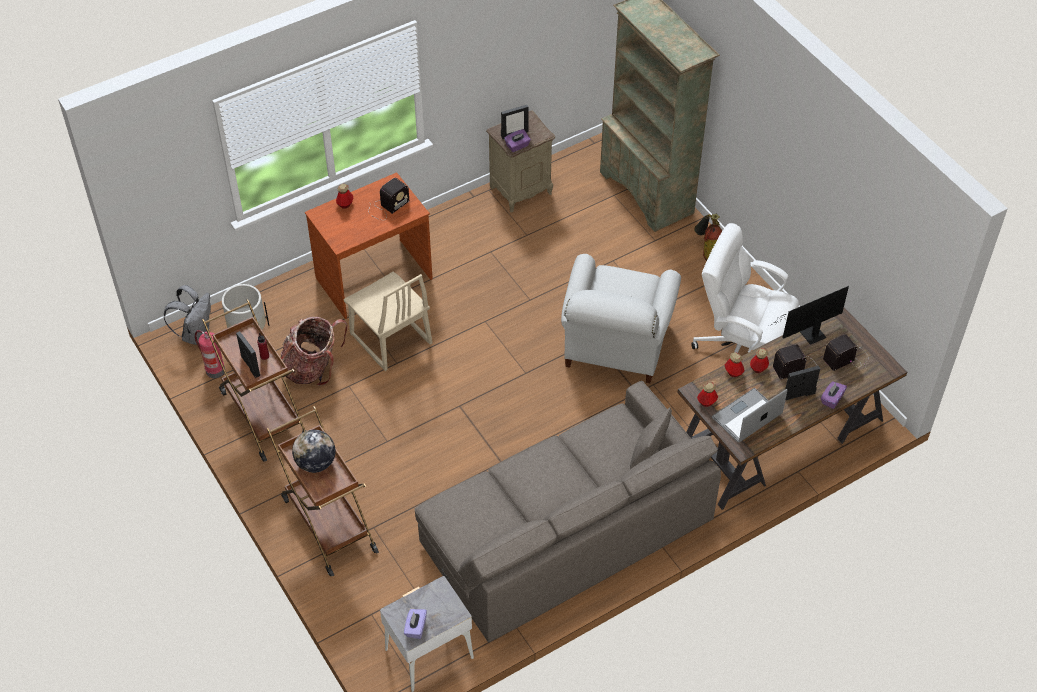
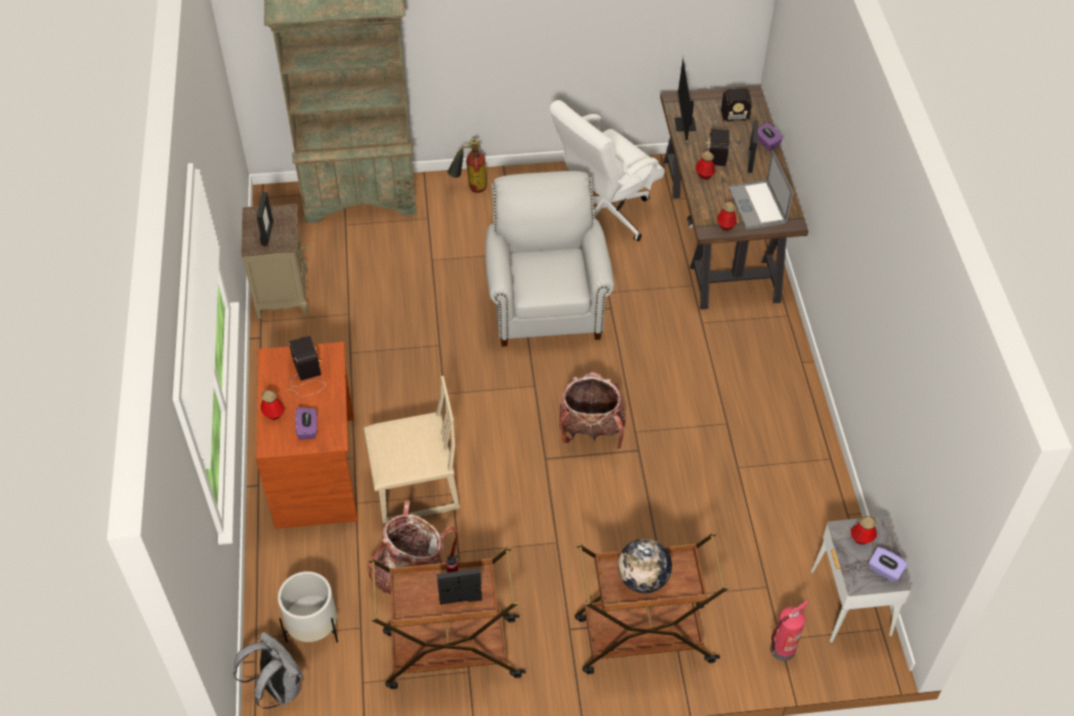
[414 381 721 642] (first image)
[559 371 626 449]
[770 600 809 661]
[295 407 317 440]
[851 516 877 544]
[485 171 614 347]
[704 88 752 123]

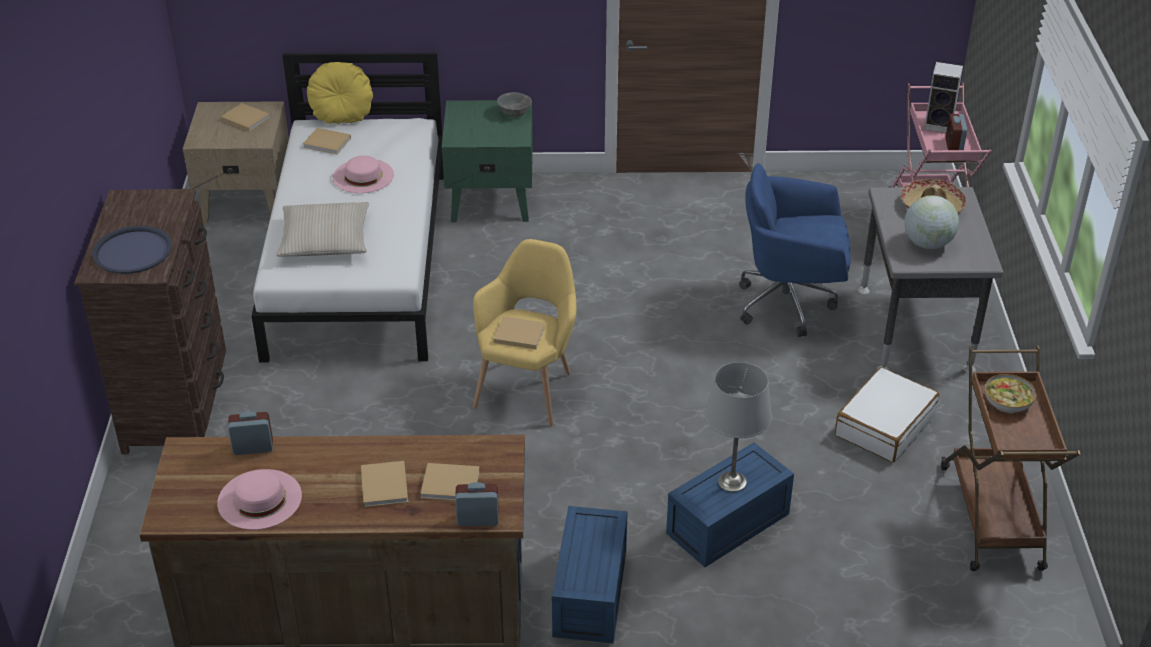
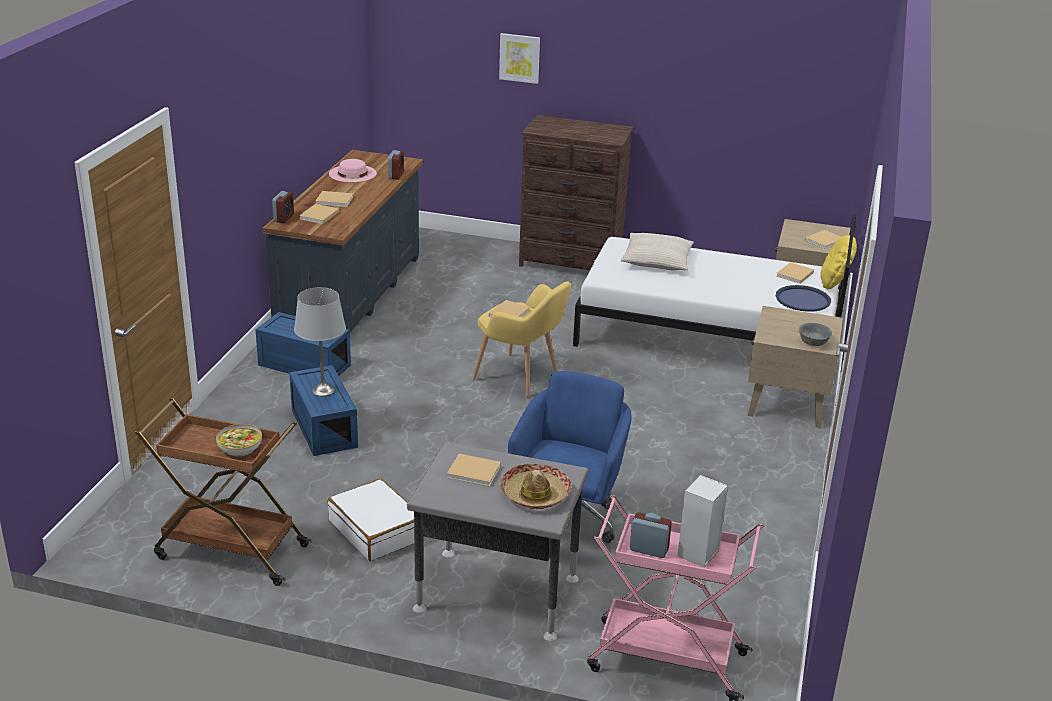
[333 156 394 193] (first image)
[499 33 540 84]
[776 285 831 312]
[447 454 501 487]
[747 306 843 428]

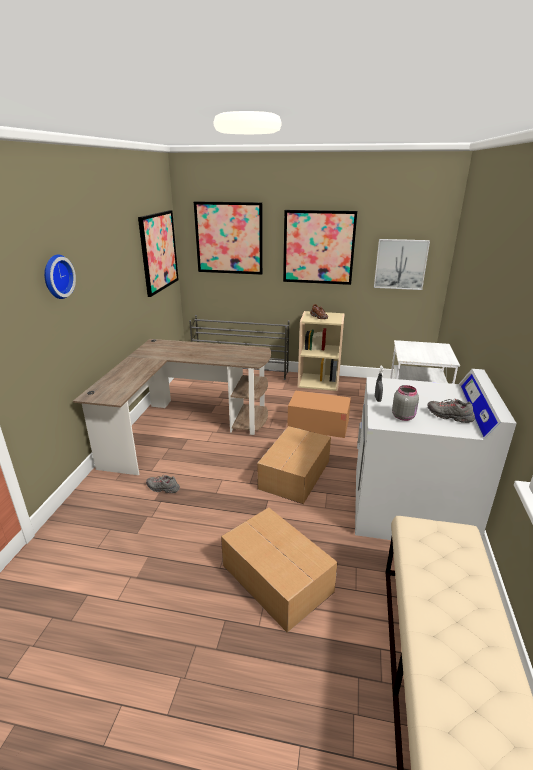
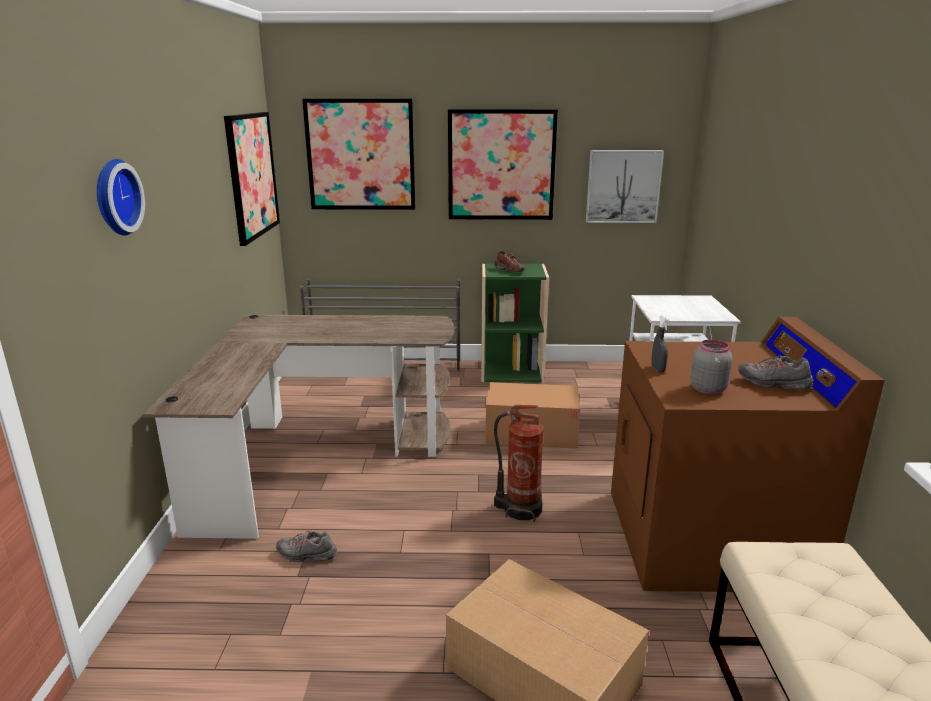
[494 405 544 522]
[481 263 549 383]
[611 317 885 592]

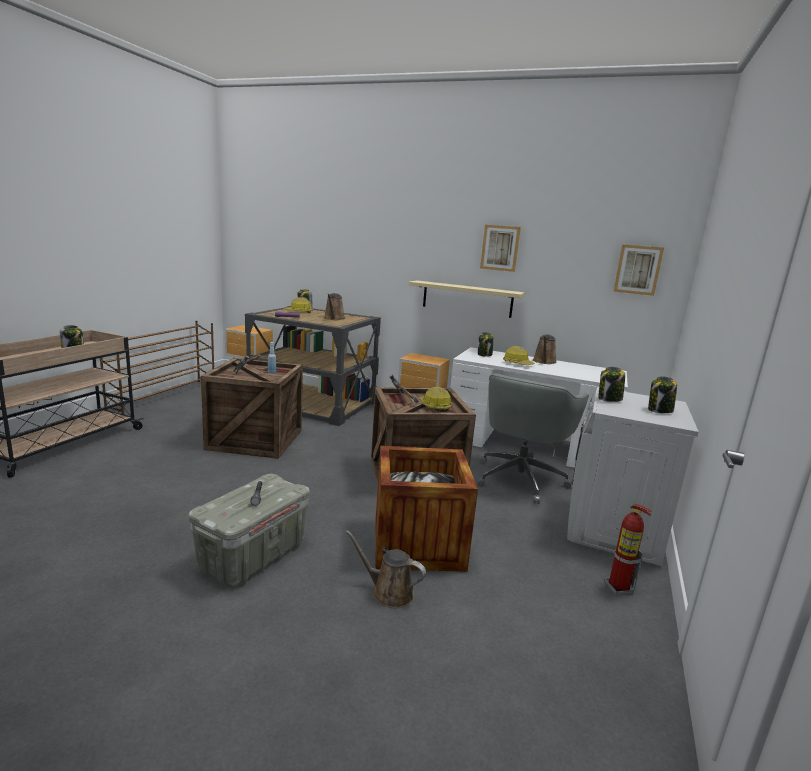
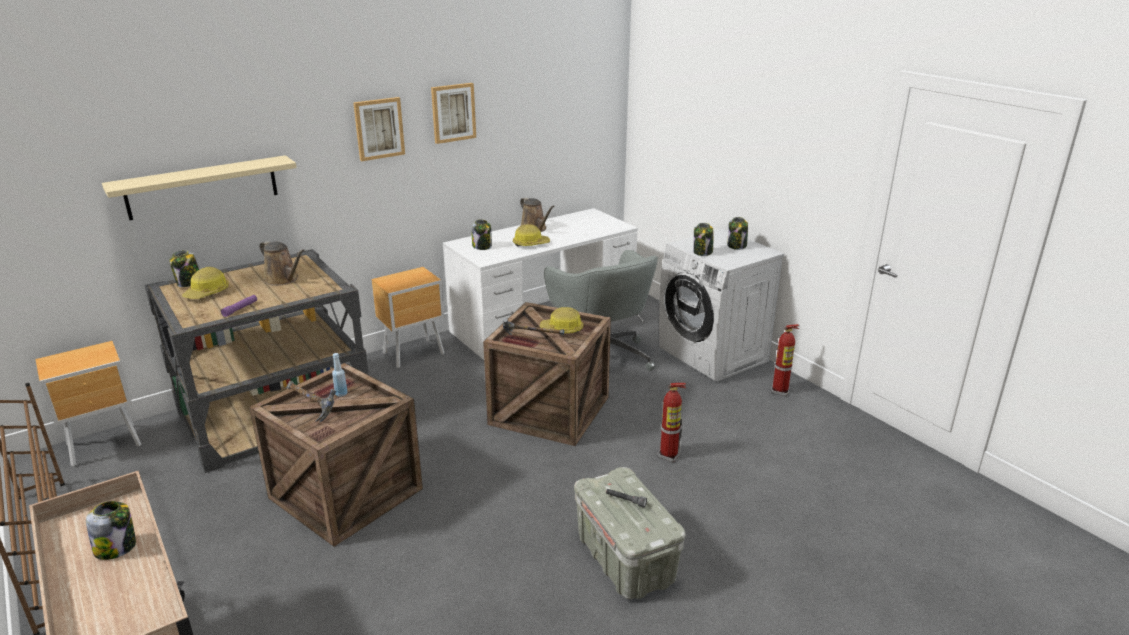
[346 530 426 608] (first image)
[102 155 297 220]
[353 97 405 161]
[657 383 686 462]

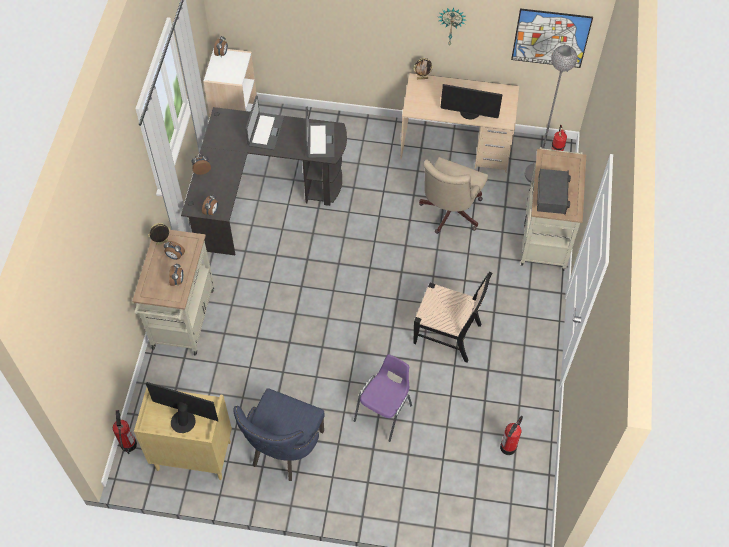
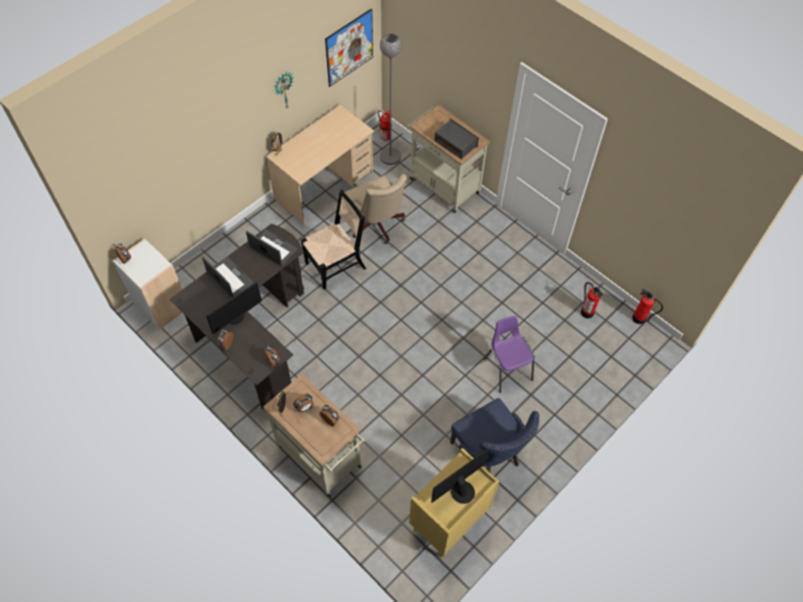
[632 289 663 324]
[301 190 366 290]
[206 281 262 334]

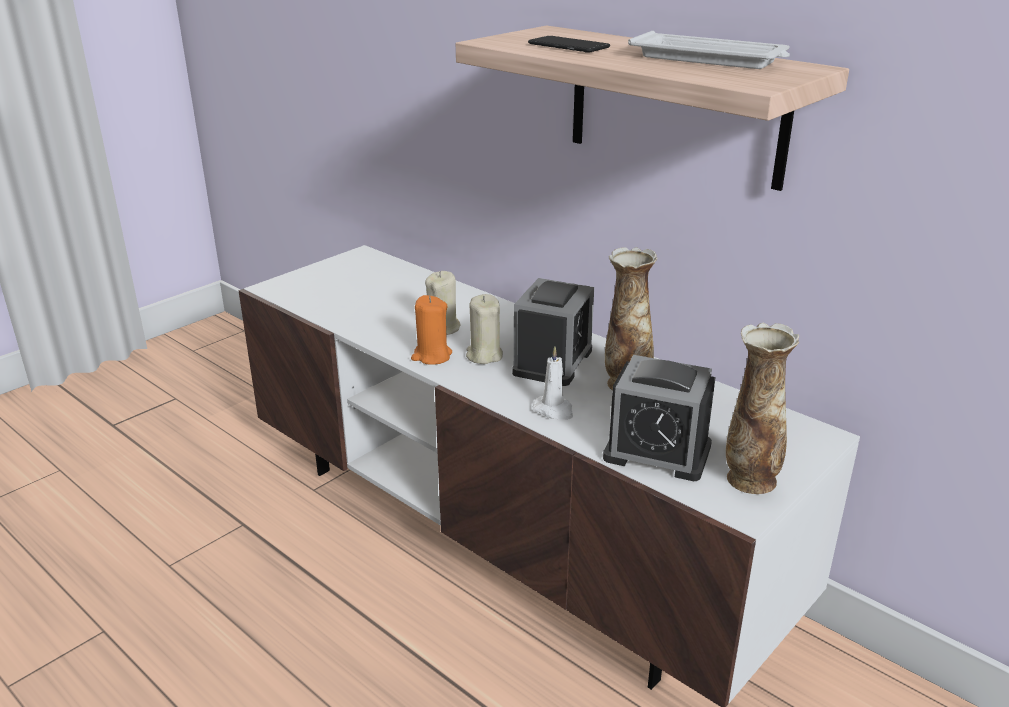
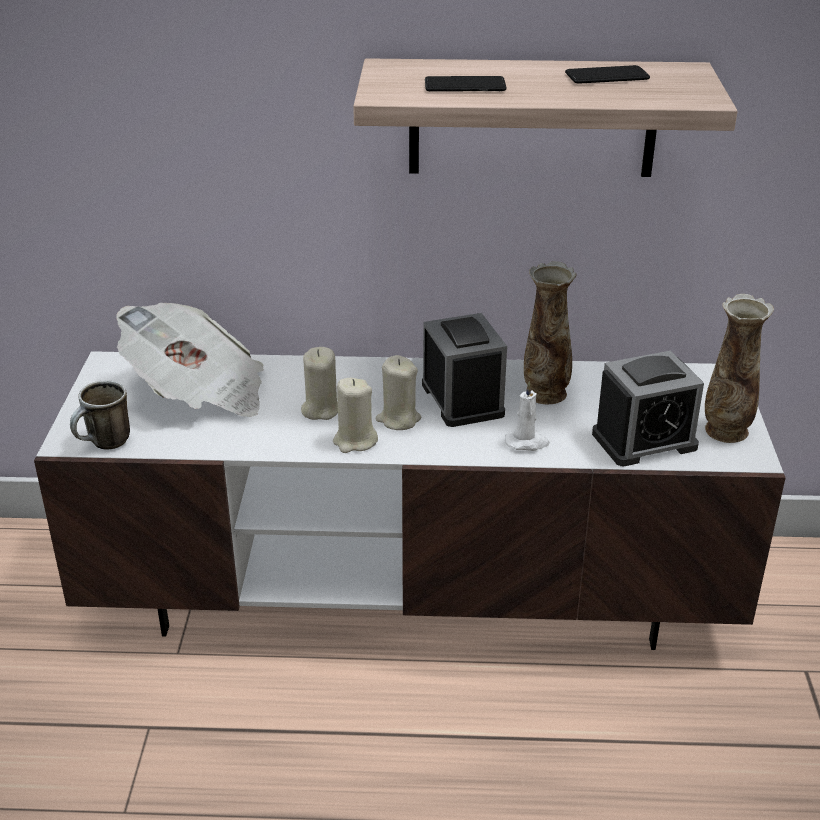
[70 380 130 449]
[116 303 264 417]
[565 65 650 84]
[333 378 378 453]

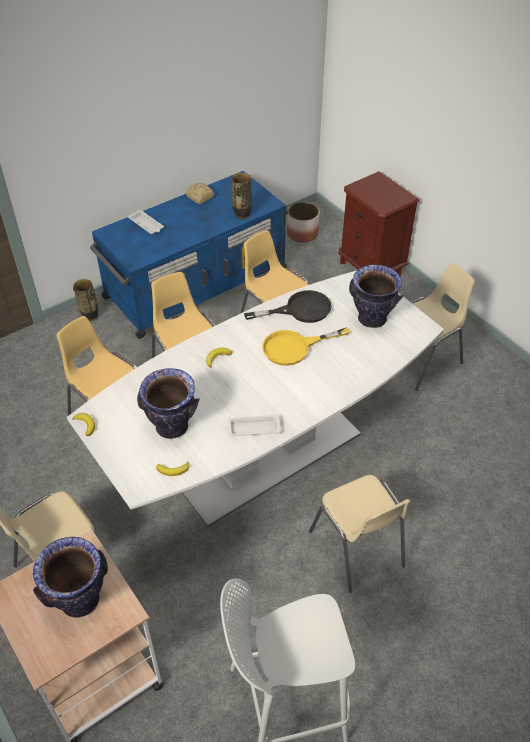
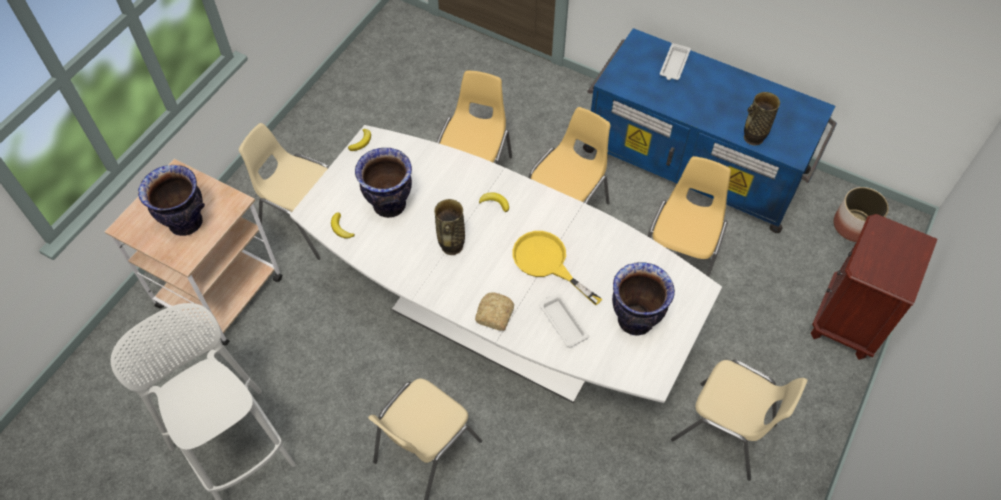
[244 290 332 323] (first image)
[434 199 465 255]
[475 293 514 331]
[539 293 589 348]

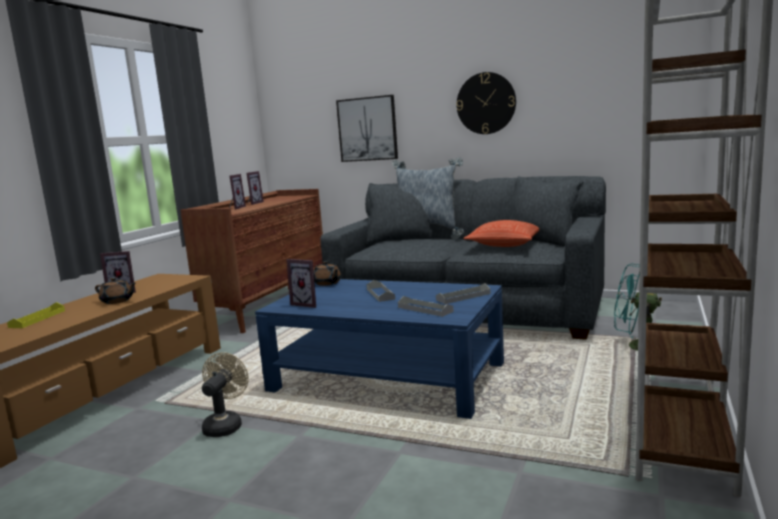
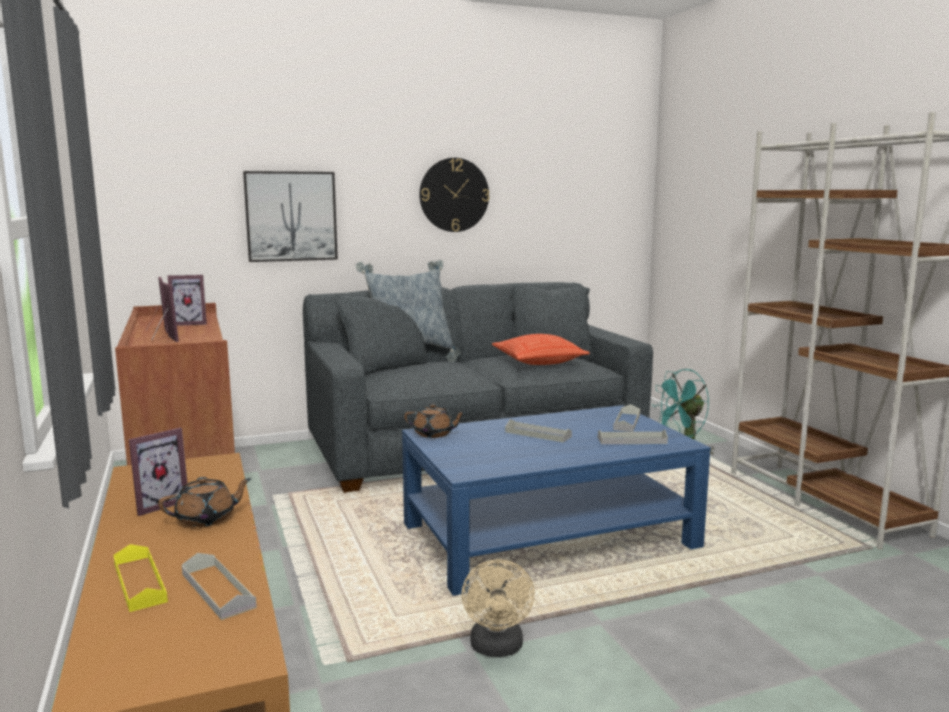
[182 553 257 620]
[168 275 207 326]
[461 559 535 657]

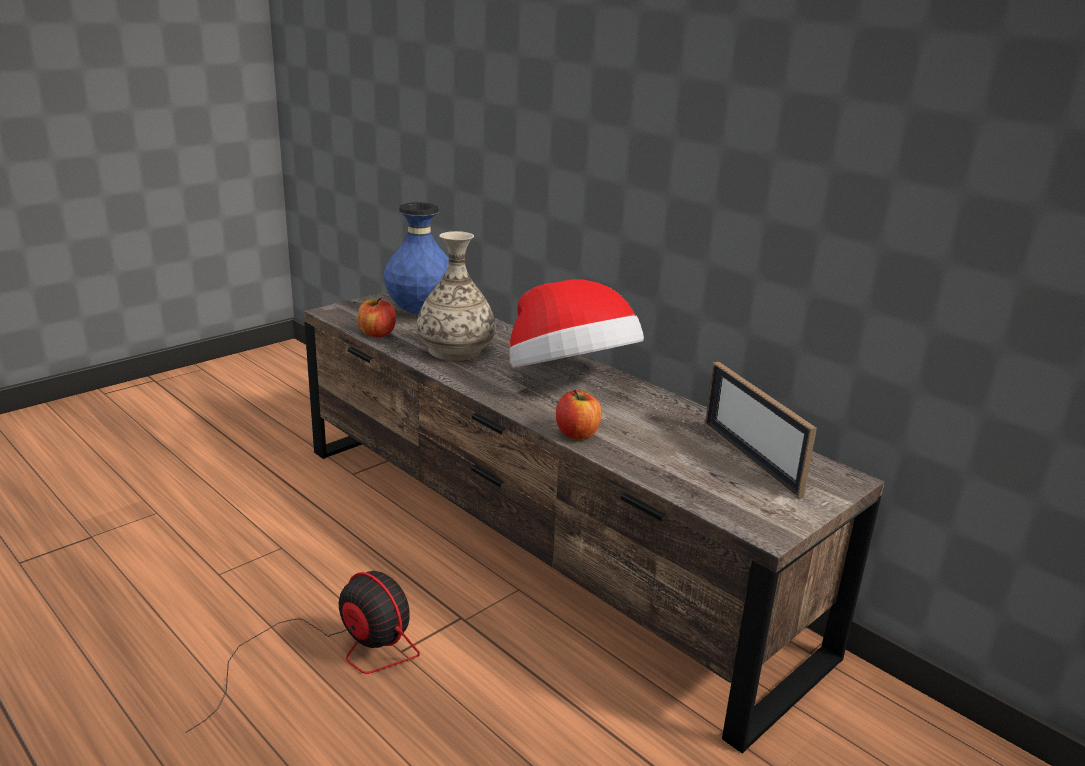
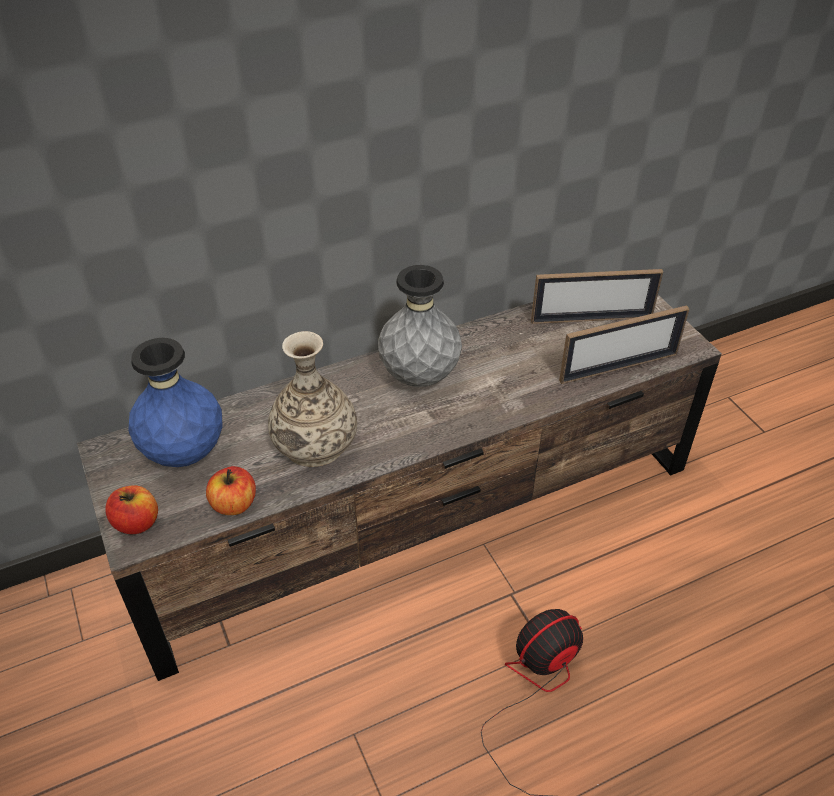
[559 305 690 384]
[105 485 158 534]
[378 265 462 387]

